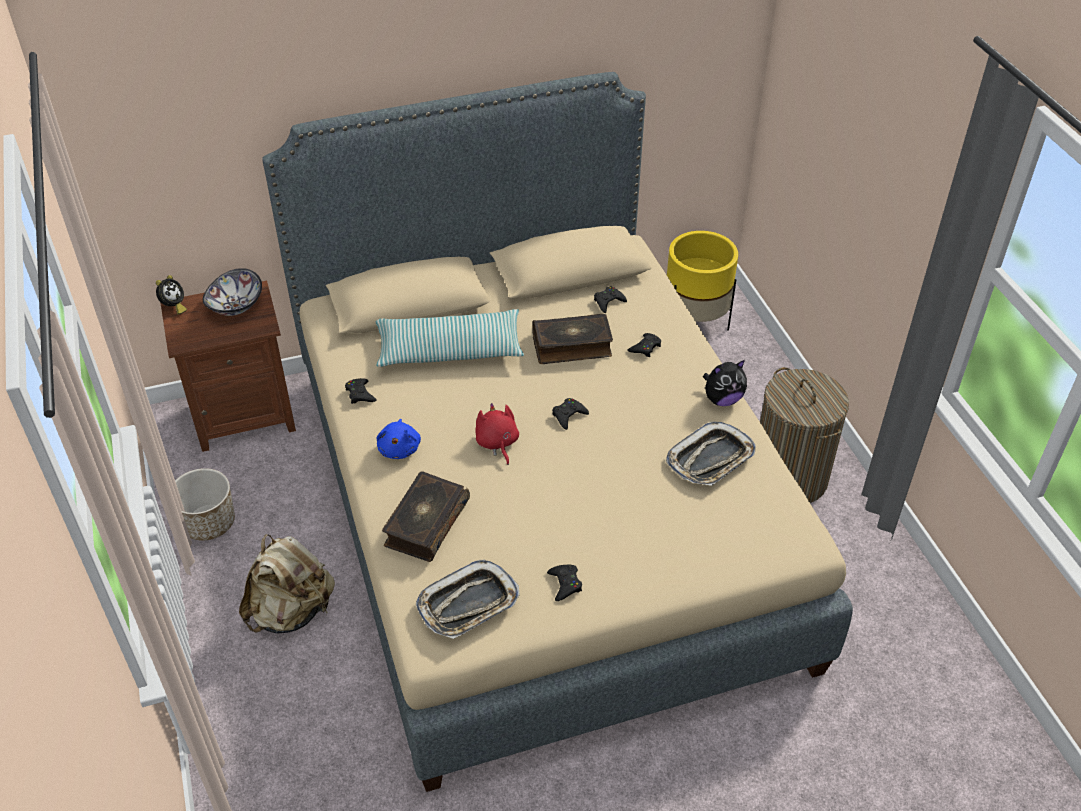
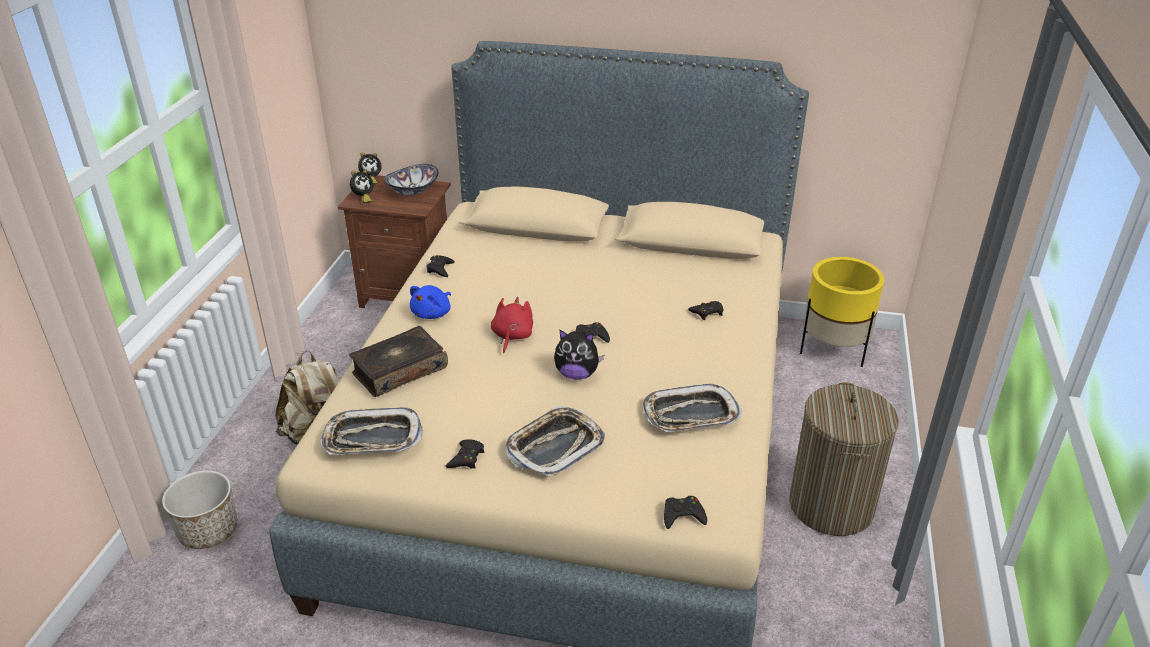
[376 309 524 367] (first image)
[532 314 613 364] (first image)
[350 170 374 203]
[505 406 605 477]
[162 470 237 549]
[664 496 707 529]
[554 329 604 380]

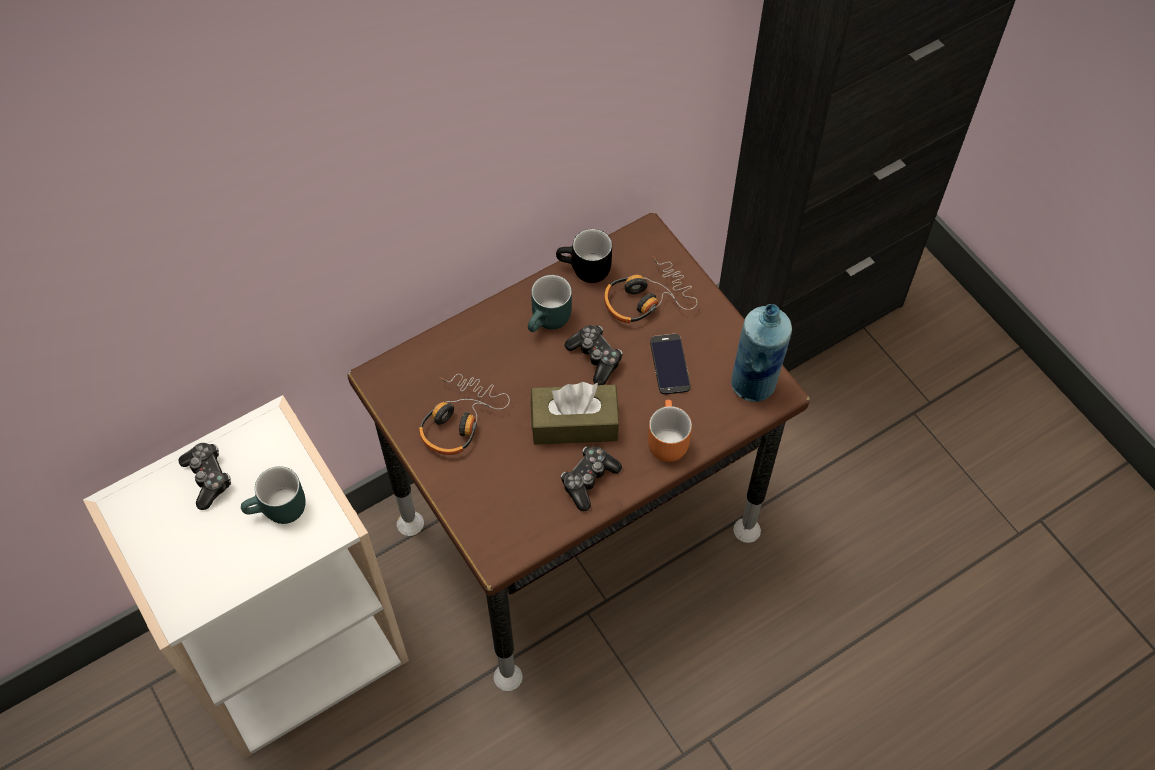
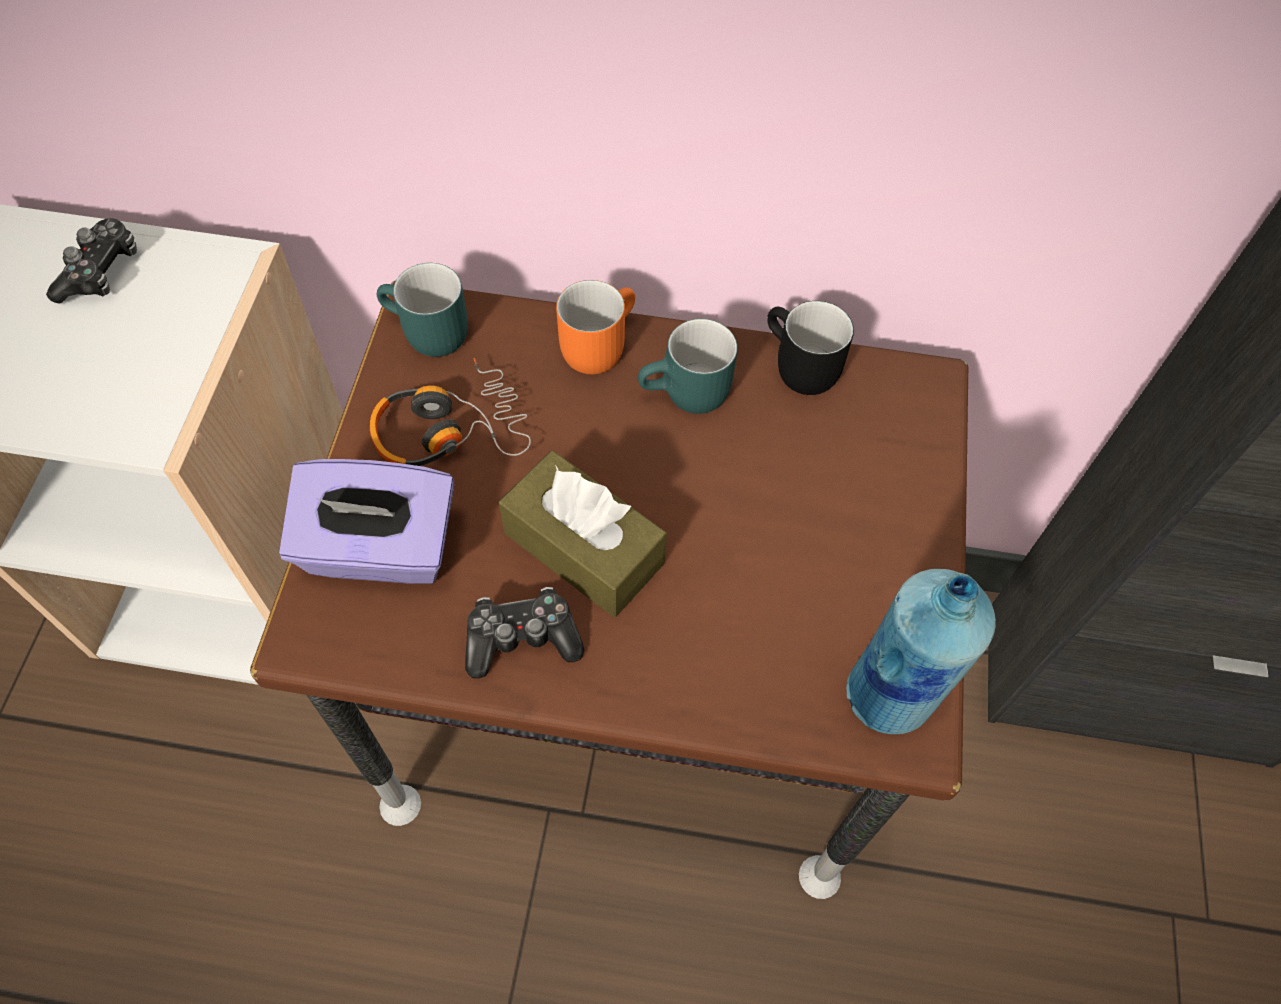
[565 325 623 385] (first image)
[604 256 697 323] (first image)
[650 334 690 395] (first image)
[279 459 455 584]
[377 263 468 357]
[556 280 635 374]

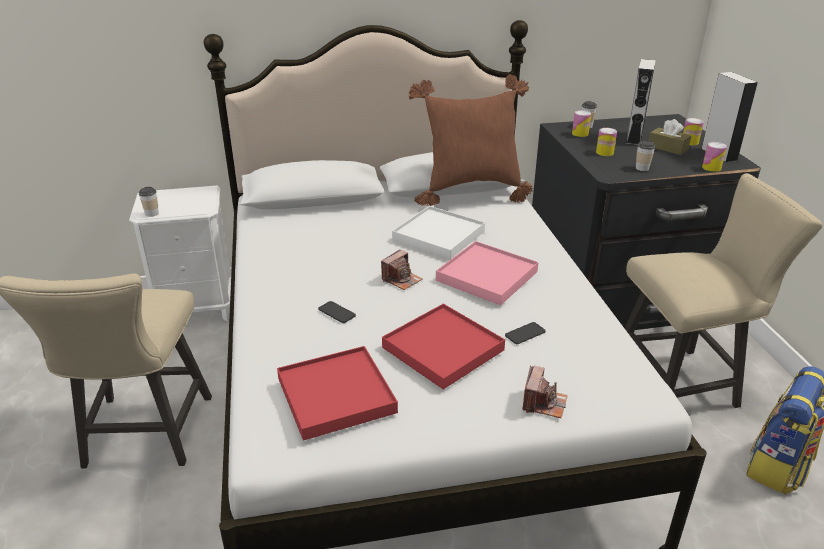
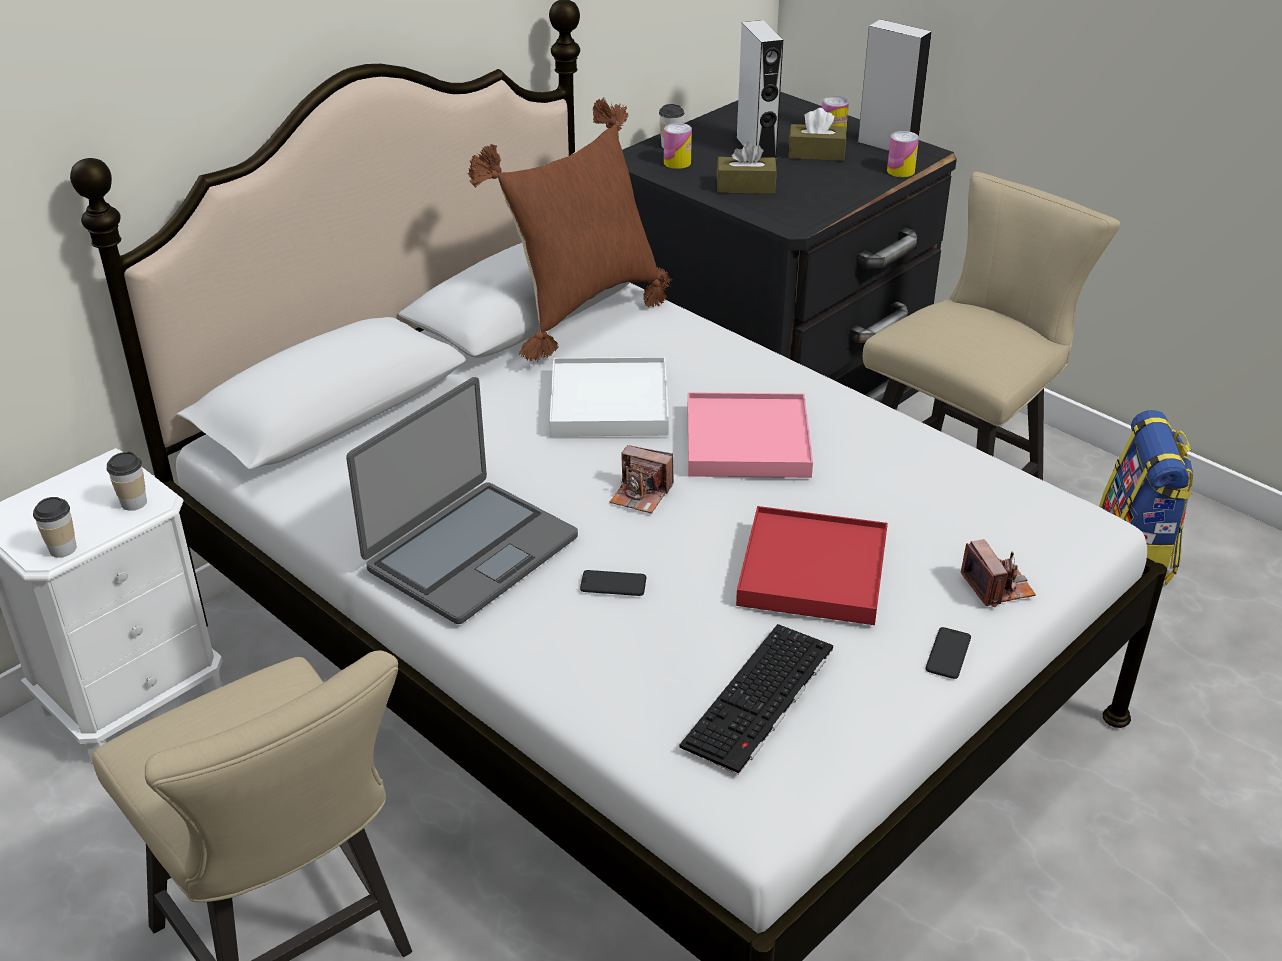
[346 377 578 624]
[926 627 971 679]
[107 451 147 511]
[679 624 833 775]
[717 141 777 194]
[610 445 674 513]

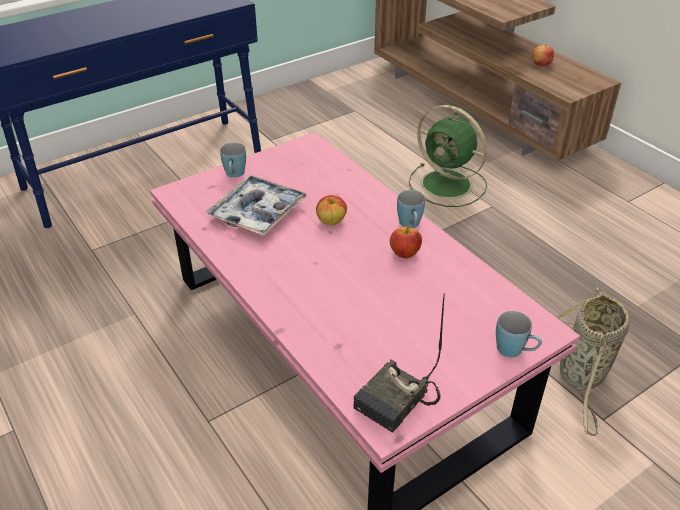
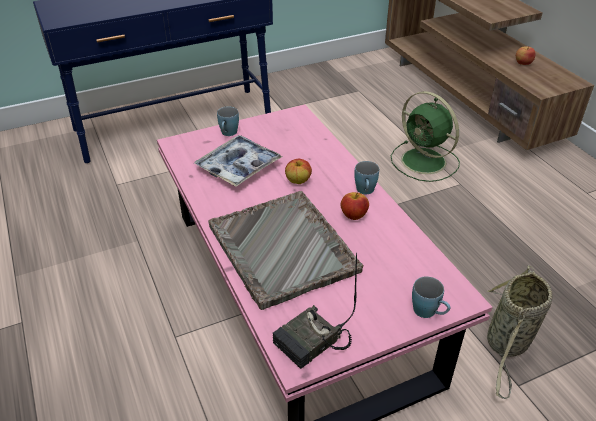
[208 191 363 310]

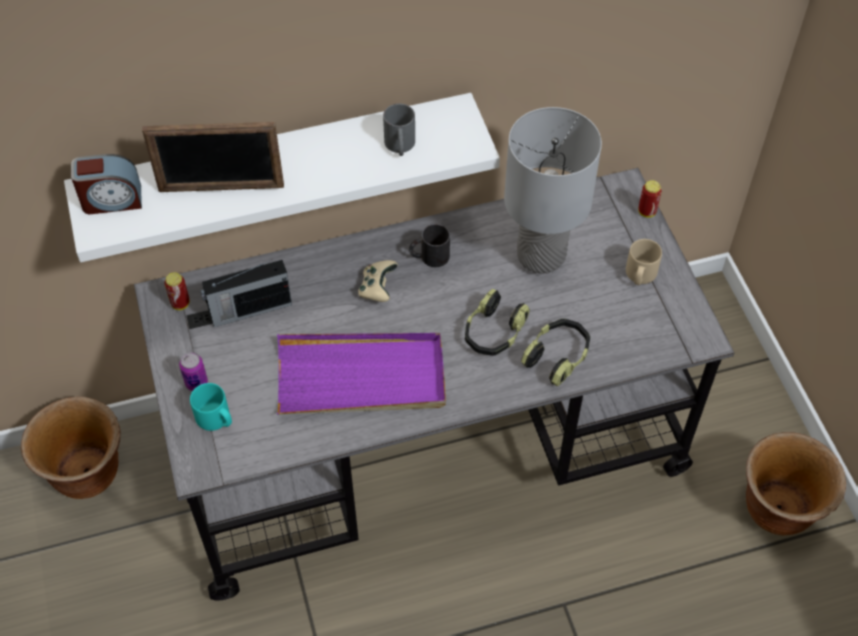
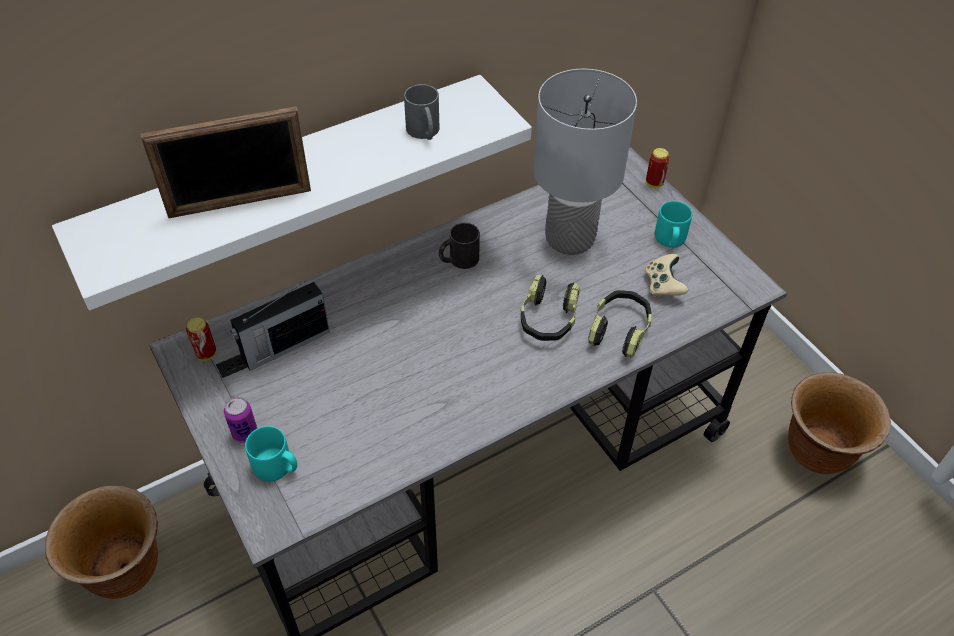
[71 154 142 214] (first image)
[277 333 446 415] (first image)
[645 254 689 297]
[655 201 692 248]

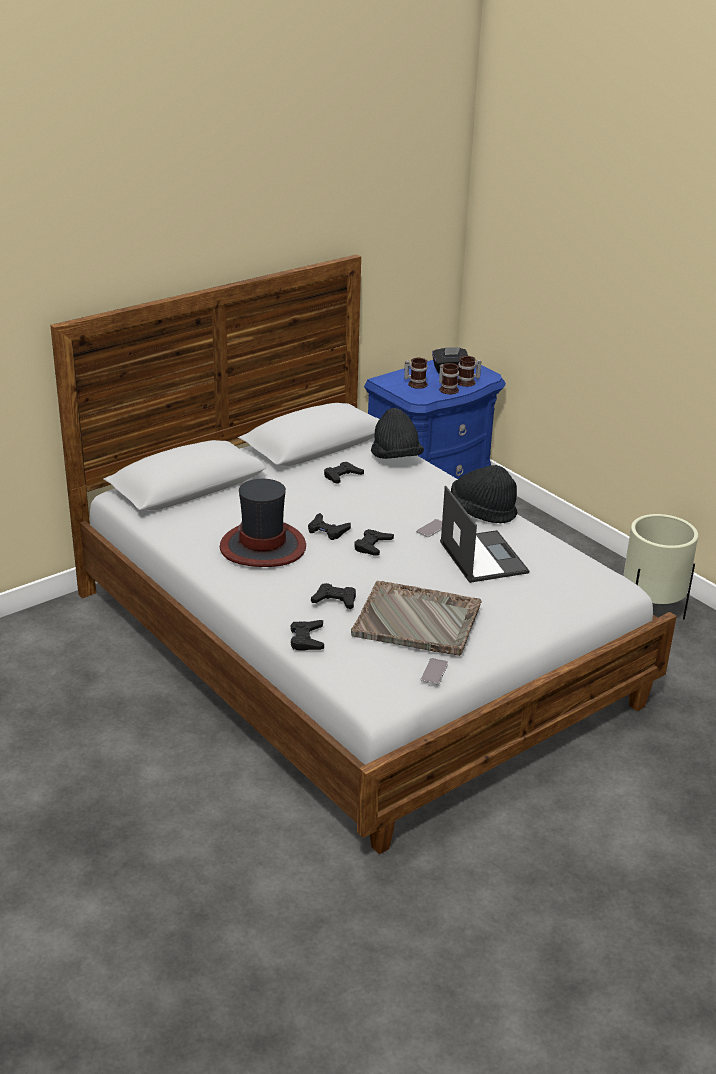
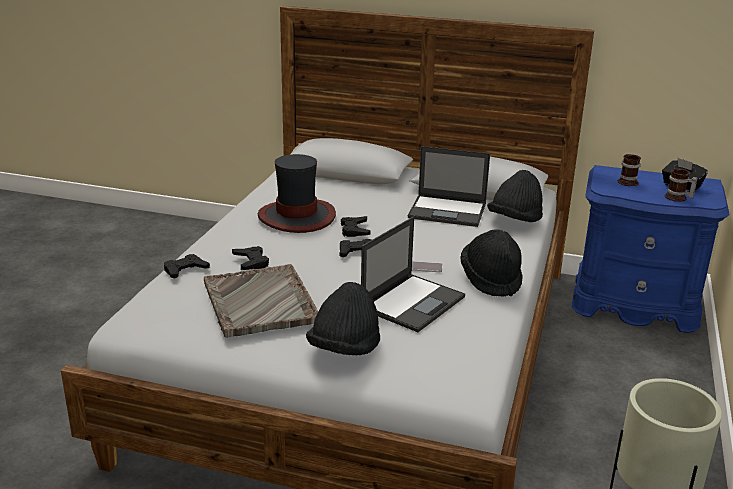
[421 658 448 685] (first image)
[439 363 459 394] (first image)
[306 282 380 355]
[408 146 490 227]

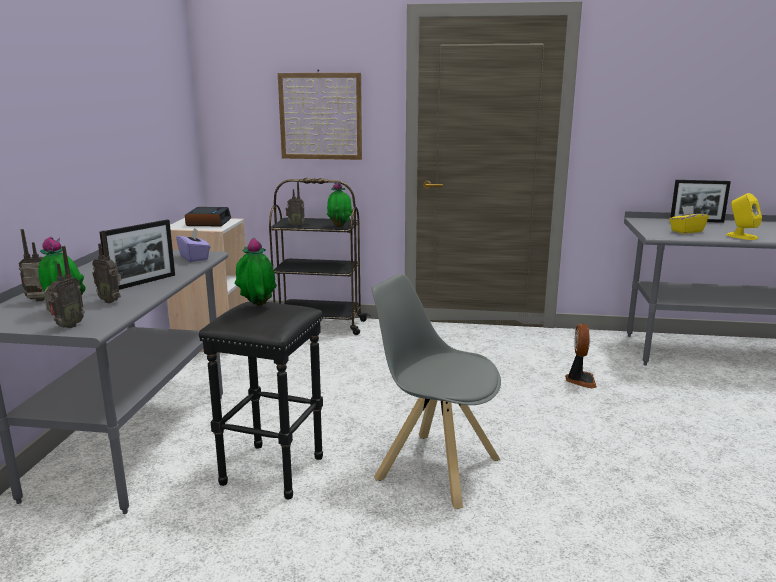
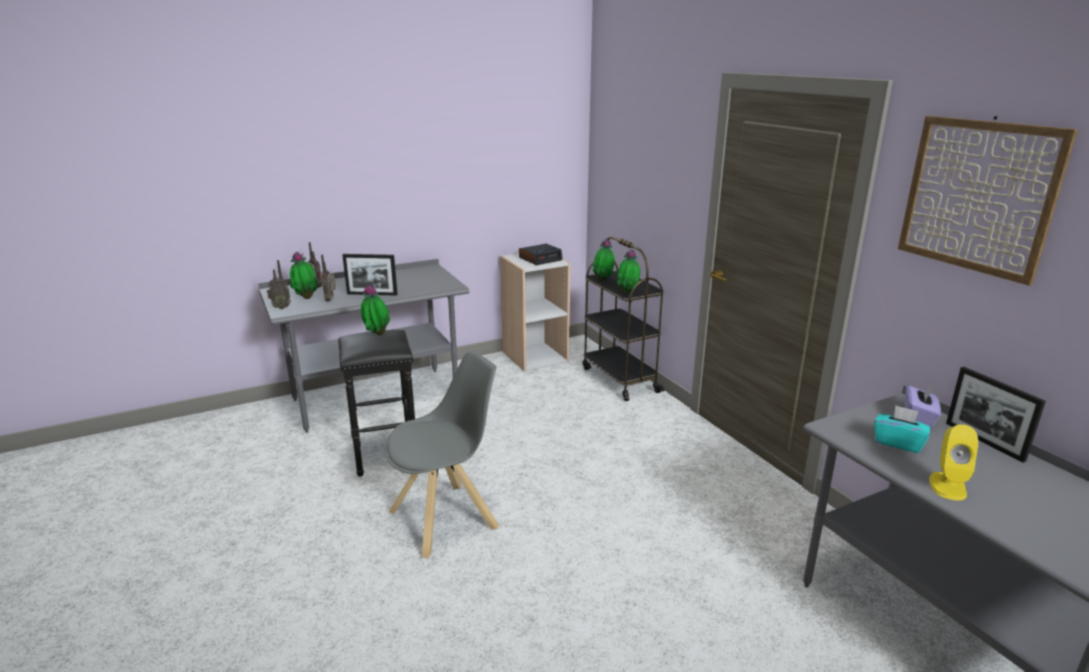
[565 324 597 388] (first image)
[905 385 941 428]
[898 116 1078 286]
[593 239 615 281]
[874 405 930 453]
[385 351 499 558]

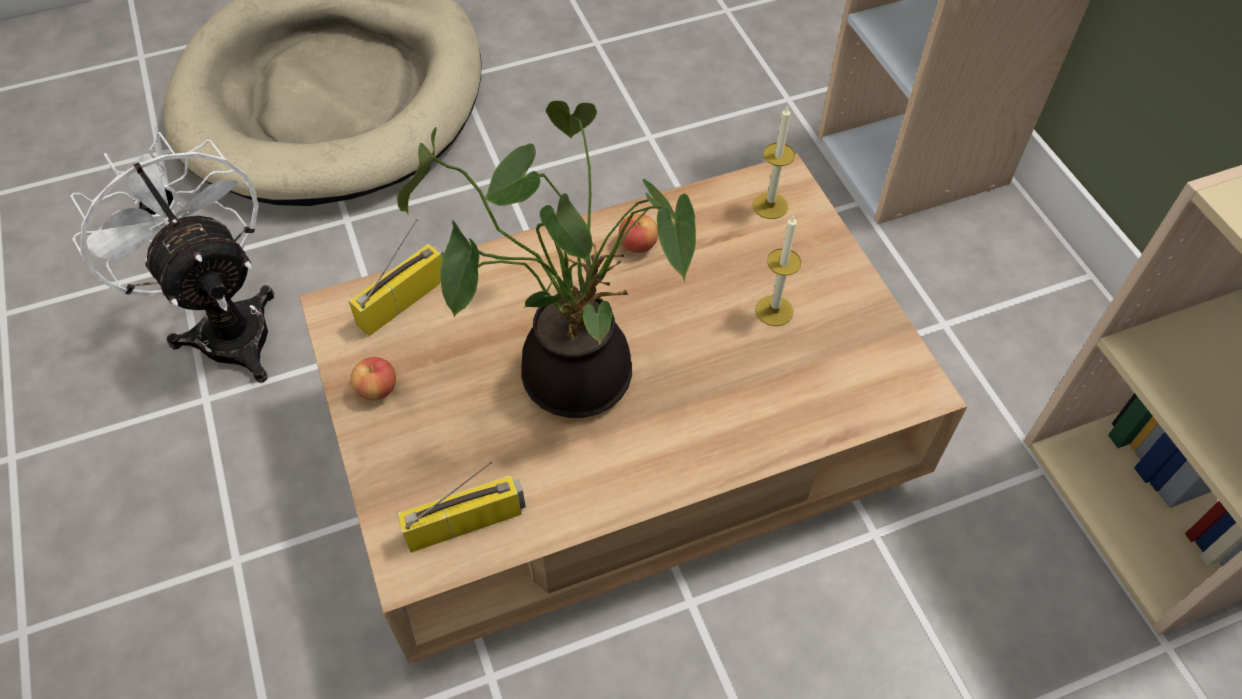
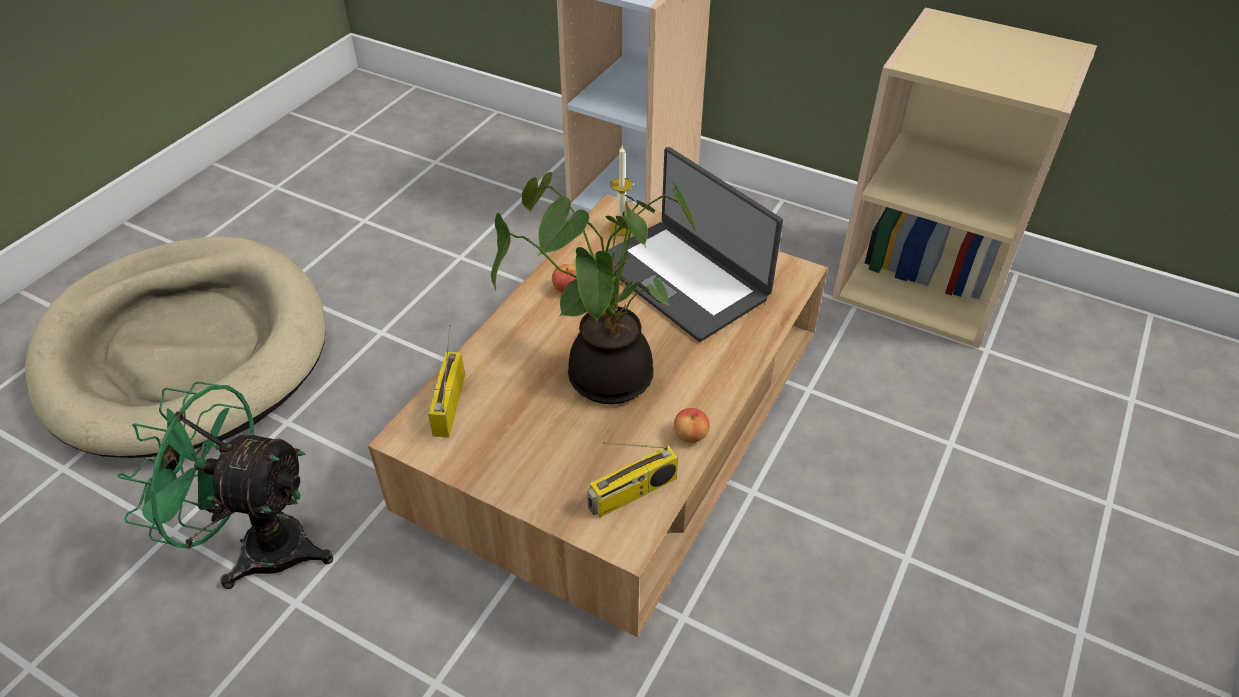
[674 408 710 443]
[595 147 783 342]
[117 381 333 589]
[587 442 678 518]

